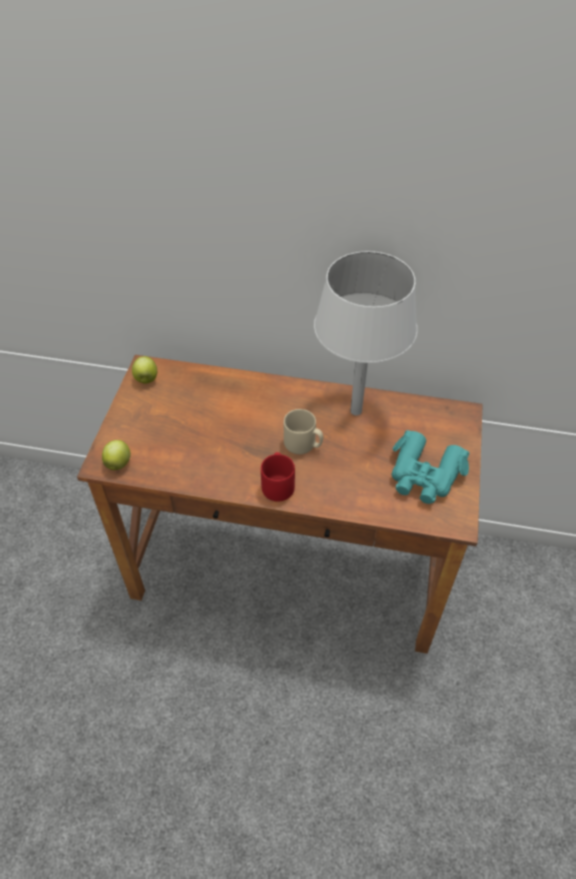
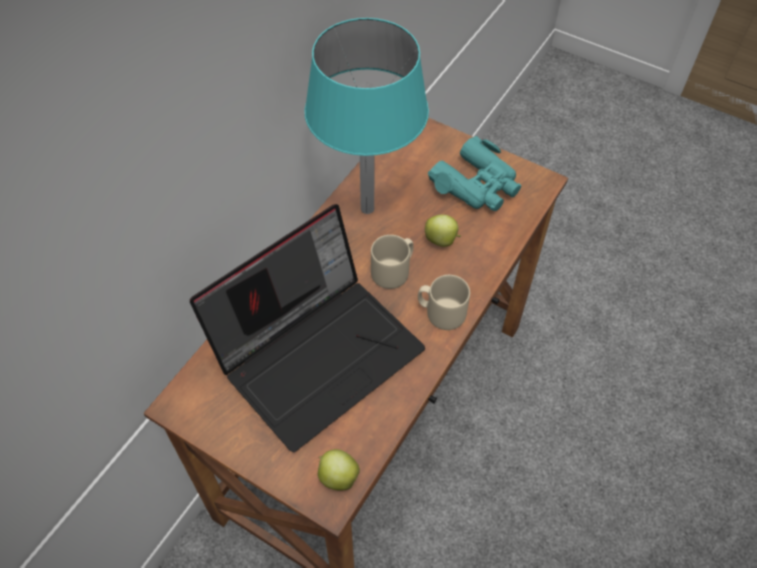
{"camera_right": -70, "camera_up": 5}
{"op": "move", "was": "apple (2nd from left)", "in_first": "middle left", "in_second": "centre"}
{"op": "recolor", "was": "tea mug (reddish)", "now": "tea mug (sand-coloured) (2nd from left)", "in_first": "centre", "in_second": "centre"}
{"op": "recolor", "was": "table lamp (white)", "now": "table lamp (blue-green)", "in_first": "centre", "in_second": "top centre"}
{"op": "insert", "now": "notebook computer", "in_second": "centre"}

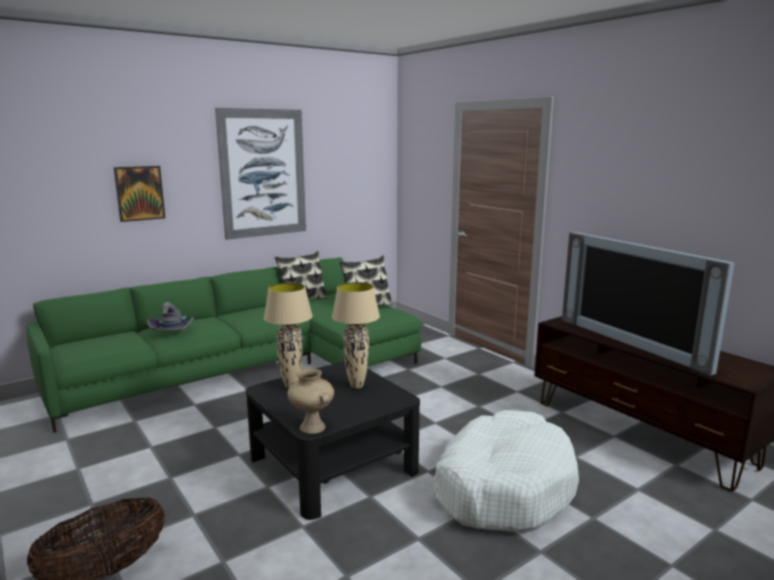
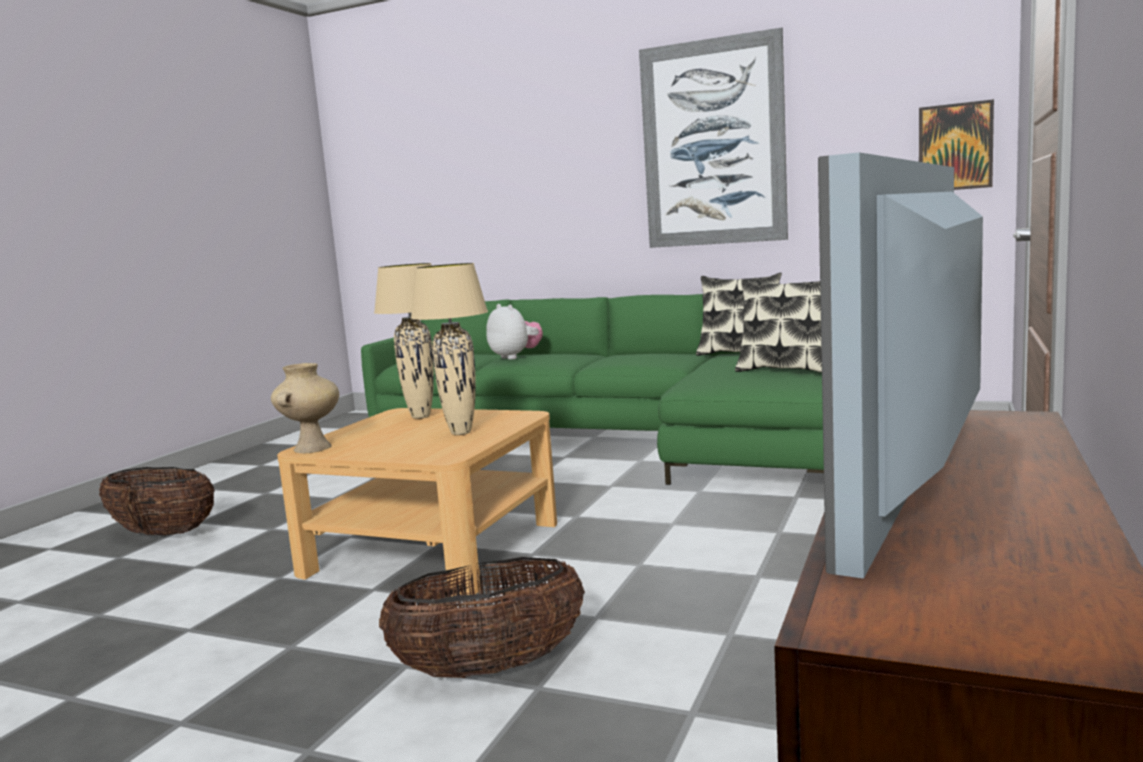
{"camera_right": 60, "camera_up": -5}
{"op": "move", "was": "wall picture (1st from left in the first image)", "now": "wall picture (2nd from left)", "in_first": "middle left", "in_second": "top right"}
{"op": "replace", "was": "clothing hat (grey)", "now": "cuddly toy", "in_first": "middle left", "in_second": "centre"}
{"op": "recolor", "was": "low table (black-coloured)", "now": "low table (sand-coloured)", "in_first": "bottom centre", "in_second": "centre"}
{"op": "replace", "was": "dog bed (white)", "now": "basket (2nd from left)", "in_first": "bottom centre", "in_second": "bottom centre"}

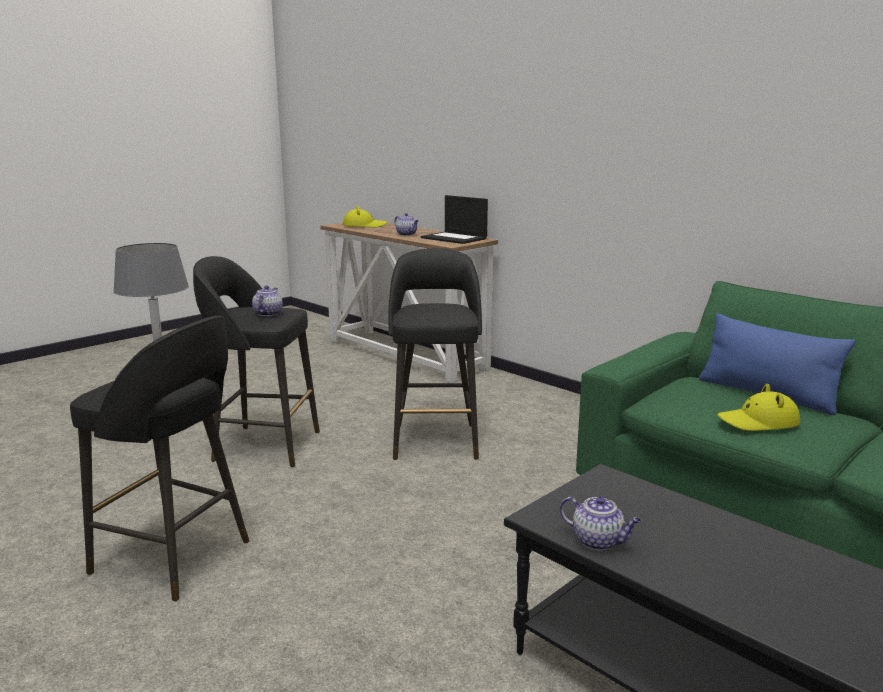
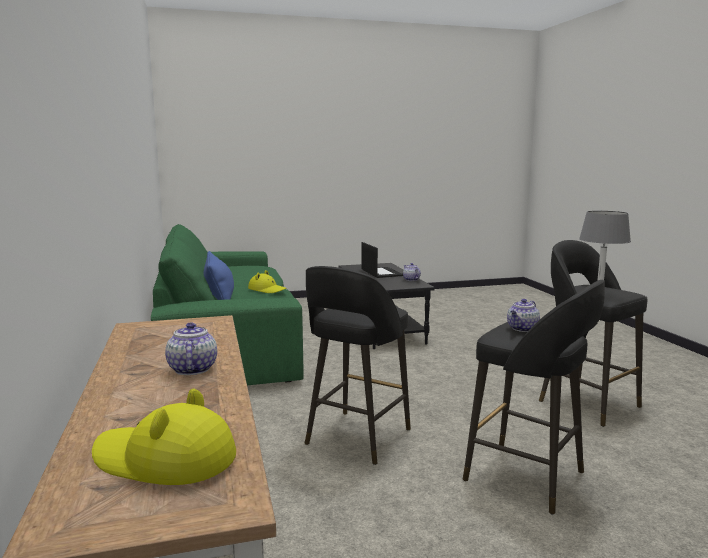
{"camera_right": -150, "camera_up": -5}
{"op": "move", "was": "notebook computer", "in_first": "top centre", "in_second": "centre"}

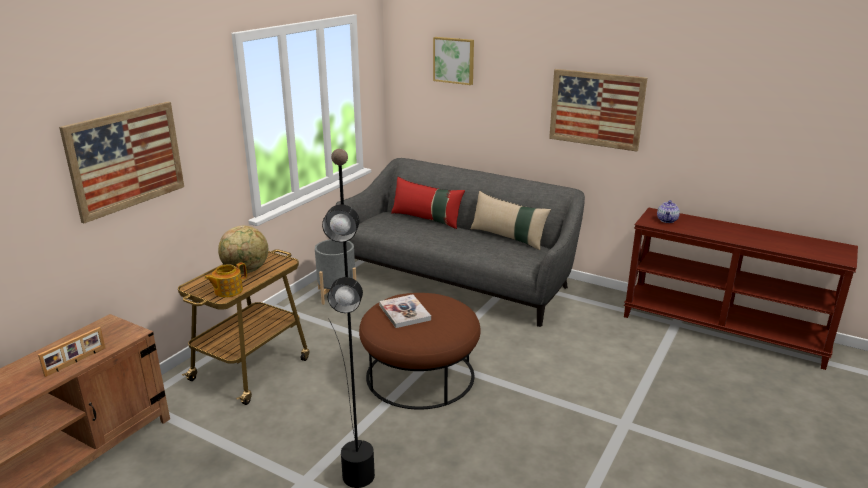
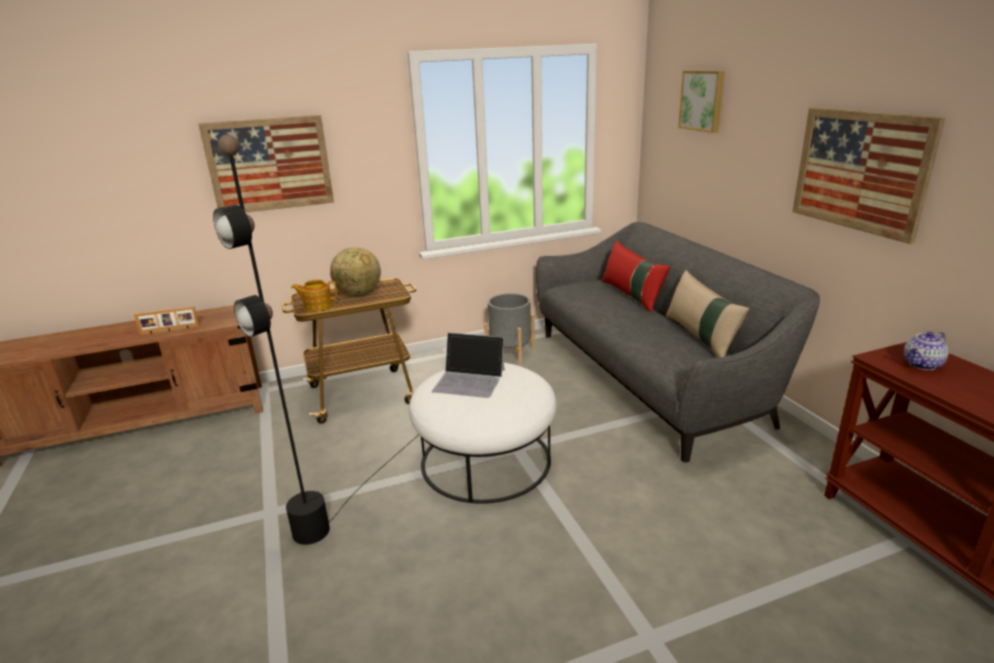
{"camera_right": 40, "camera_up": 0}
{"op": "recolor", "was": "footrest (brown-coloured)", "now": "footrest (white)", "in_first": "bottom centre", "in_second": "centre"}
{"op": "replace", "was": "bound book", "now": "notebook computer", "in_first": "centre", "in_second": "centre"}

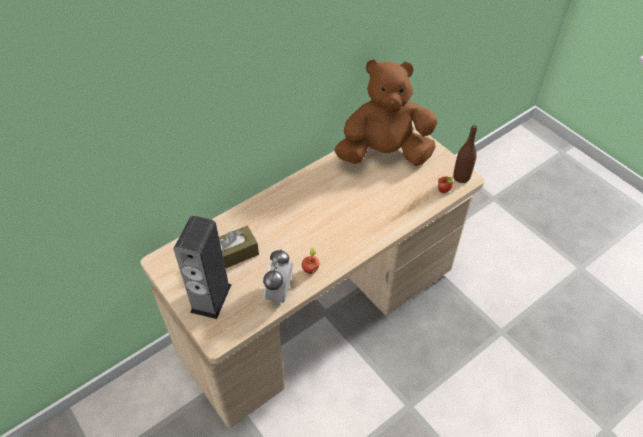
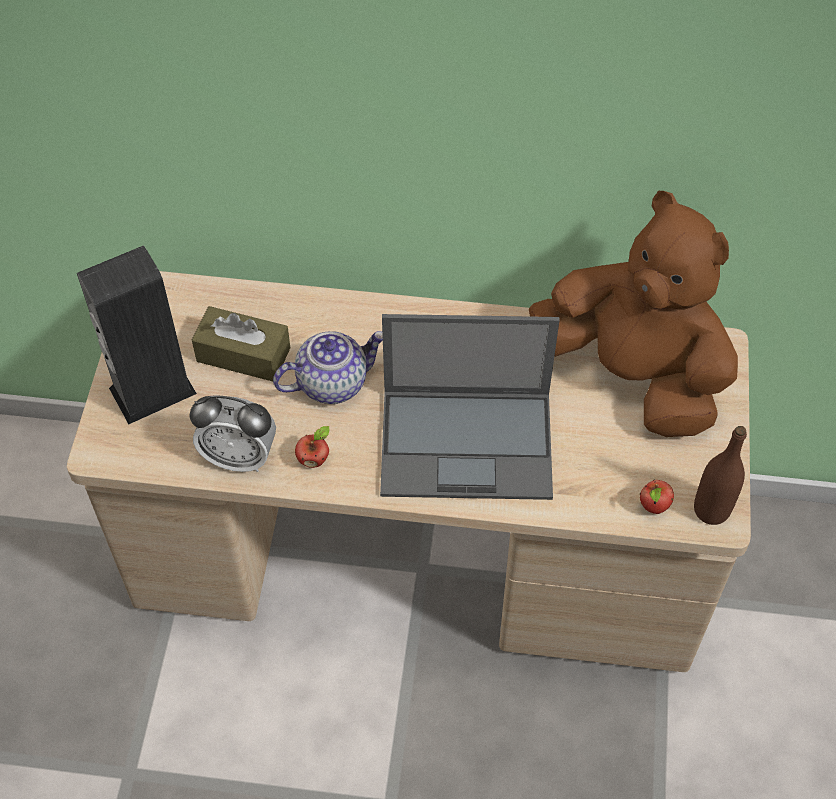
{"camera_right": 45, "camera_up": 5}
{"op": "rotate", "was": "alarm clock", "in_first": "centre", "in_second": "middle left", "clockwise": -135}
{"op": "insert", "now": "pot for tea", "in_second": "centre"}
{"op": "insert", "now": "notebook computer", "in_second": "centre"}

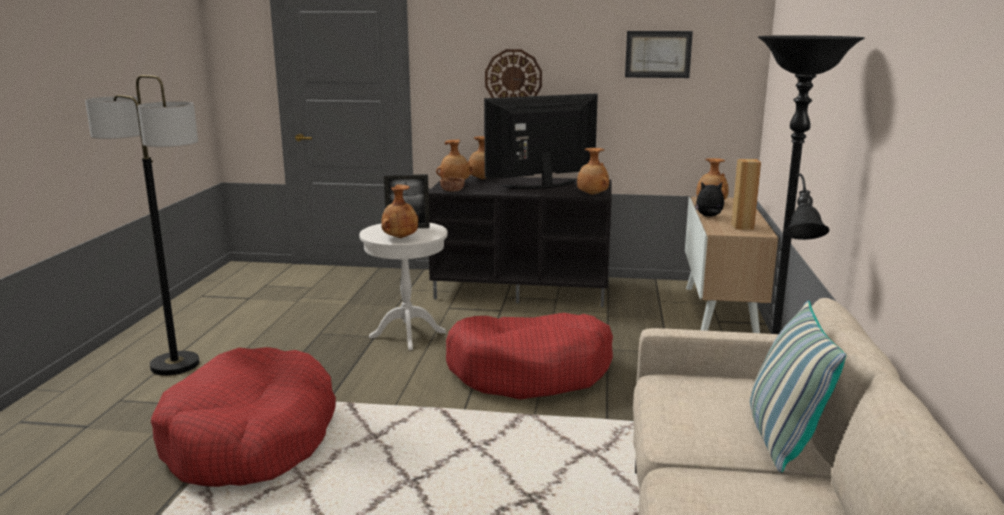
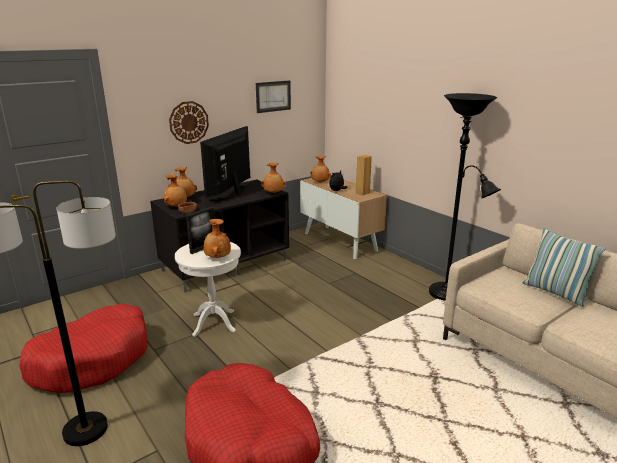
{"camera_right": -45, "camera_up": 5}
{"op": "move", "was": "dog bed (reddish) (2nd from left in the first image)", "now": "dog bed (reddish) (1st from left)", "in_first": "bottom centre", "in_second": "bottom left"}

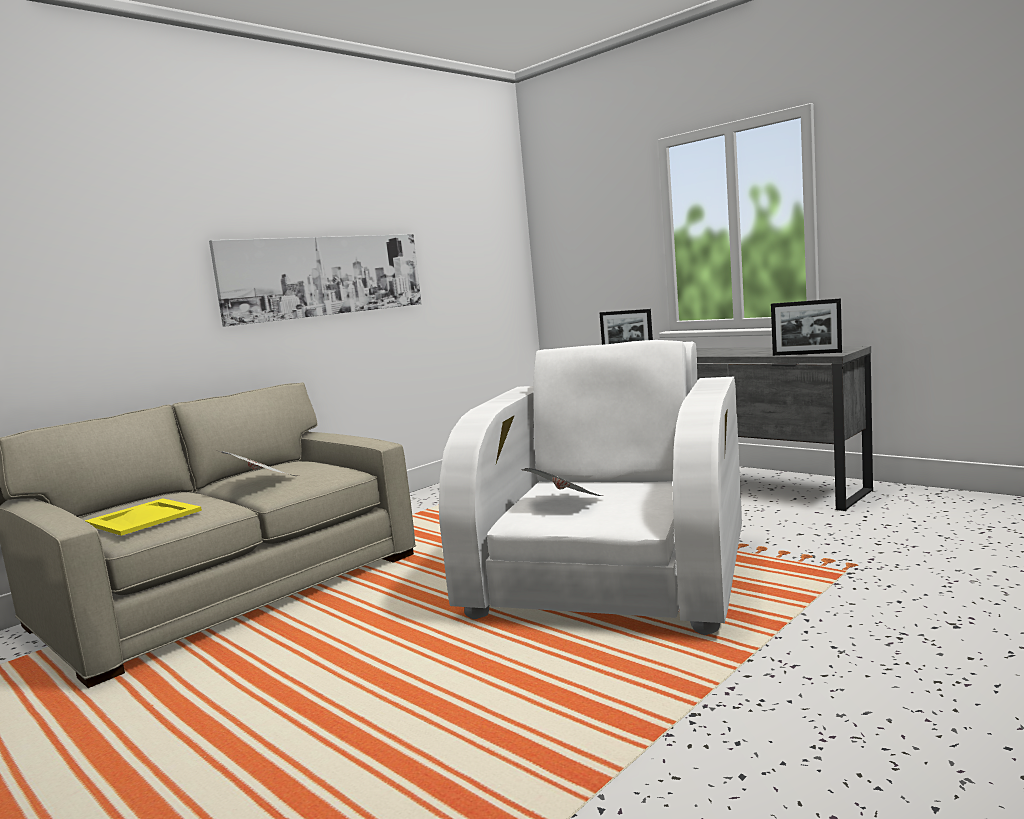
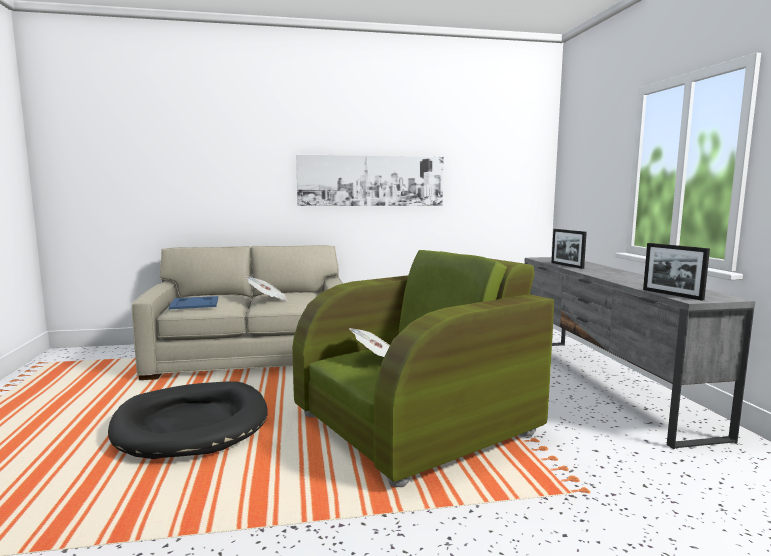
{"camera_right": 35, "camera_up": 0}
{"op": "recolor", "was": "serving tray (yellow-coloured)", "now": "serving tray (bluish)", "in_first": "middle left", "in_second": "middle left"}
{"op": "recolor", "was": "lounge chair (white)", "now": "lounge chair (green-coloured)", "in_first": "centre", "in_second": "centre"}
{"op": "insert", "now": "dog bed (black-coloured)", "in_second": "bottom left"}

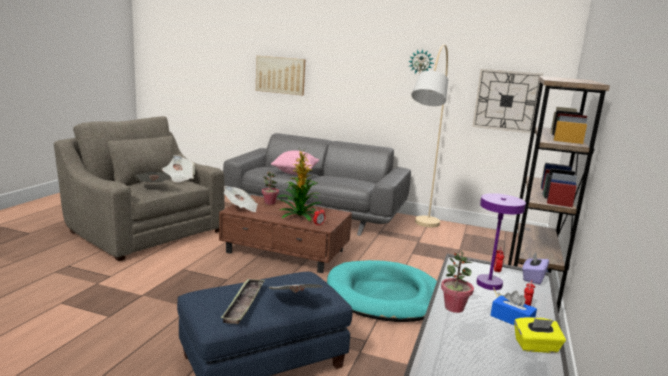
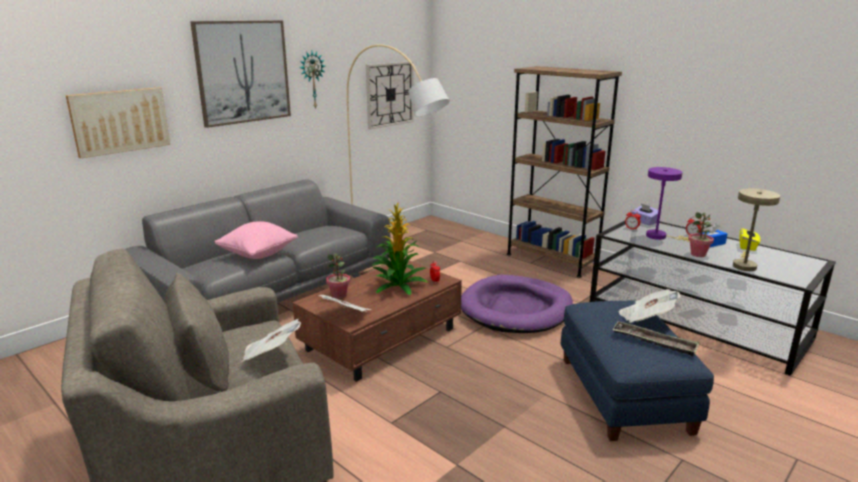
{"camera_right": -65, "camera_up": 5}
{"op": "delete", "was": "printed paper (2nd from left)", "in_first": "middle left"}
{"op": "recolor", "was": "dog bed (blue-green)", "now": "dog bed (purple-coloured)", "in_first": "bottom centre", "in_second": "centre"}
{"op": "insert", "now": "wall picture (2nd from left)", "in_second": "top left"}
{"op": "insert", "now": "table lamp (sand-coloured)", "in_second": "middle right"}

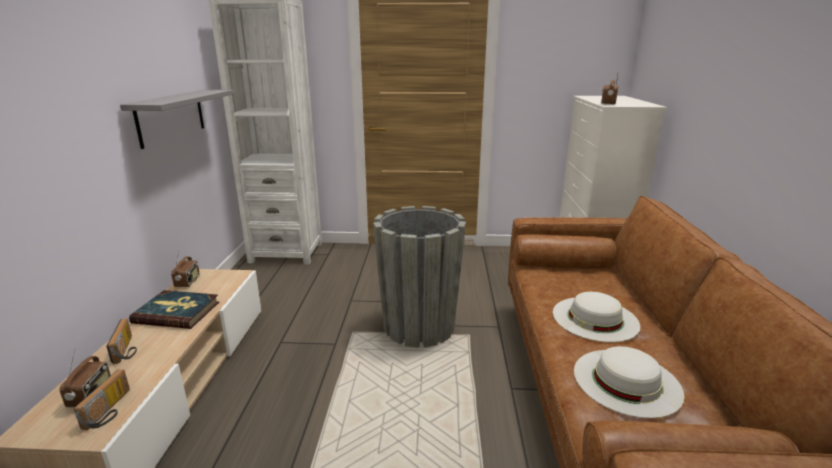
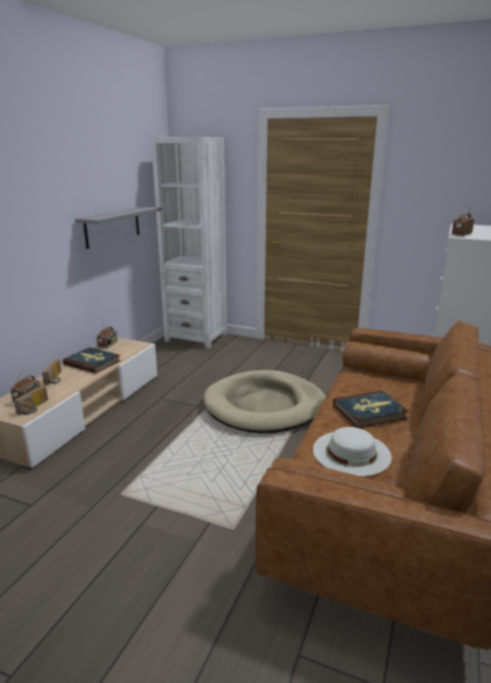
{"camera_right": 20, "camera_up": 0}
{"op": "replace", "was": "plant pot (grey)", "now": "dog bed (sand-coloured)", "in_first": "centre", "in_second": "centre"}
{"op": "replace", "was": "clothing hat (white) (1st from left)", "now": "bound book (2nd from left)", "in_first": "bottom right", "in_second": "middle right"}

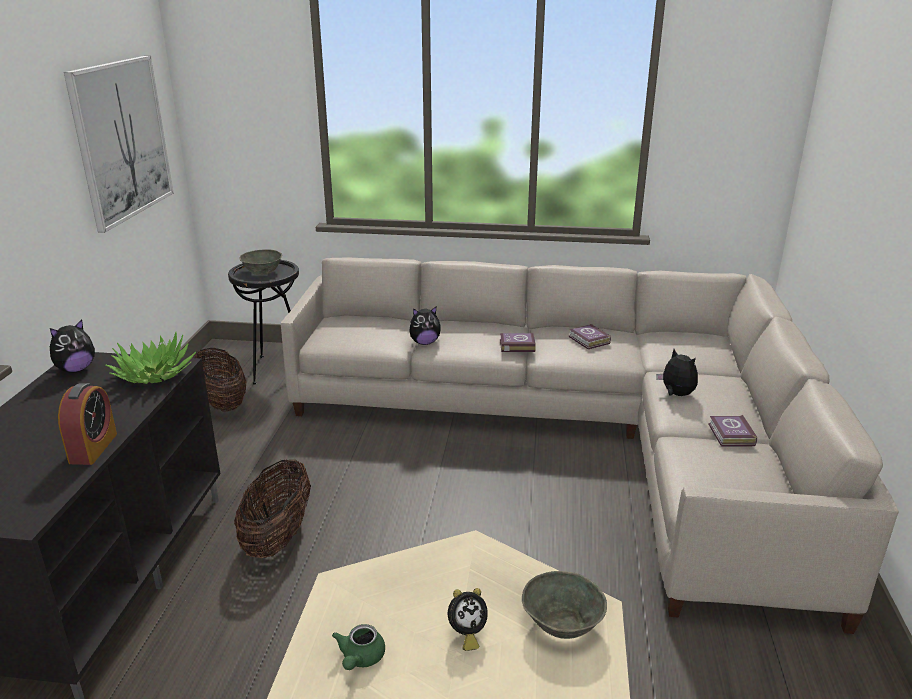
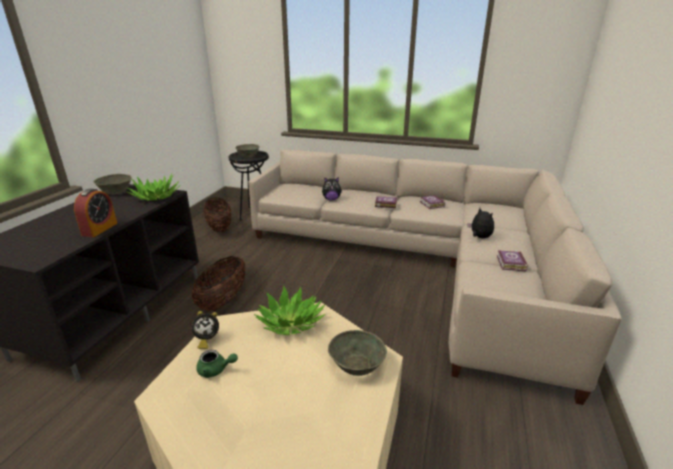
{"camera_right": 10, "camera_up": 0}
{"op": "replace", "was": "cuddly toy (1st from left)", "now": "deep dish (grey) (1st from left)", "in_first": "middle left", "in_second": "middle left"}
{"op": "delete", "was": "wall picture", "in_first": "top left"}
{"op": "rotate", "was": "pot for tea (green-coloured)", "in_first": "bottom centre", "in_second": "bottom left", "clockwise": -105}
{"op": "move", "was": "alarm clock (2nd from left)", "in_first": "bottom centre", "in_second": "bottom left"}
{"op": "insert", "now": "potted plant (2nd from left)", "in_second": "centre"}

